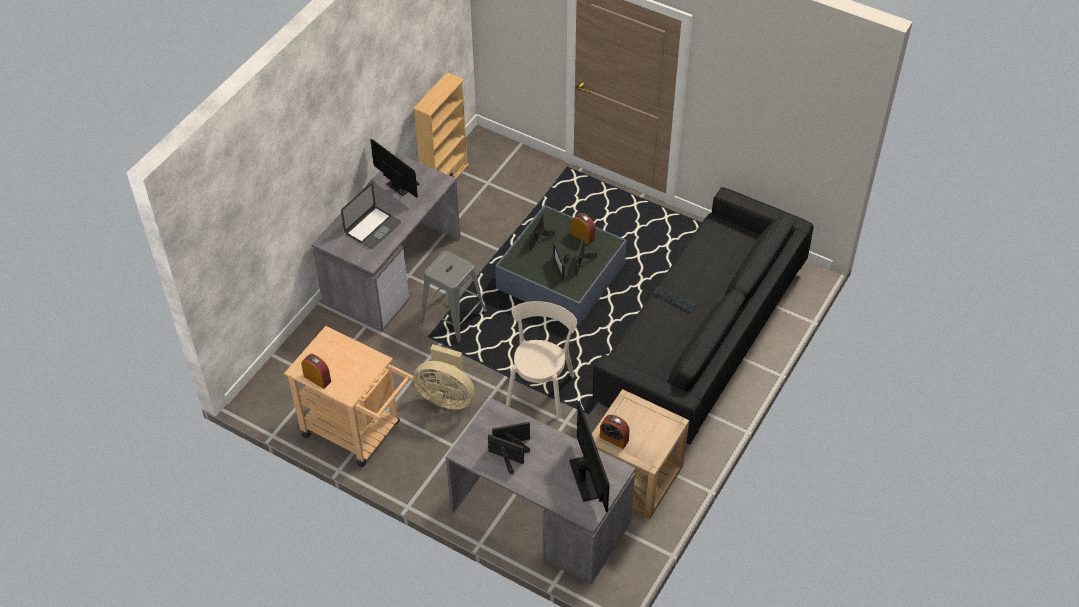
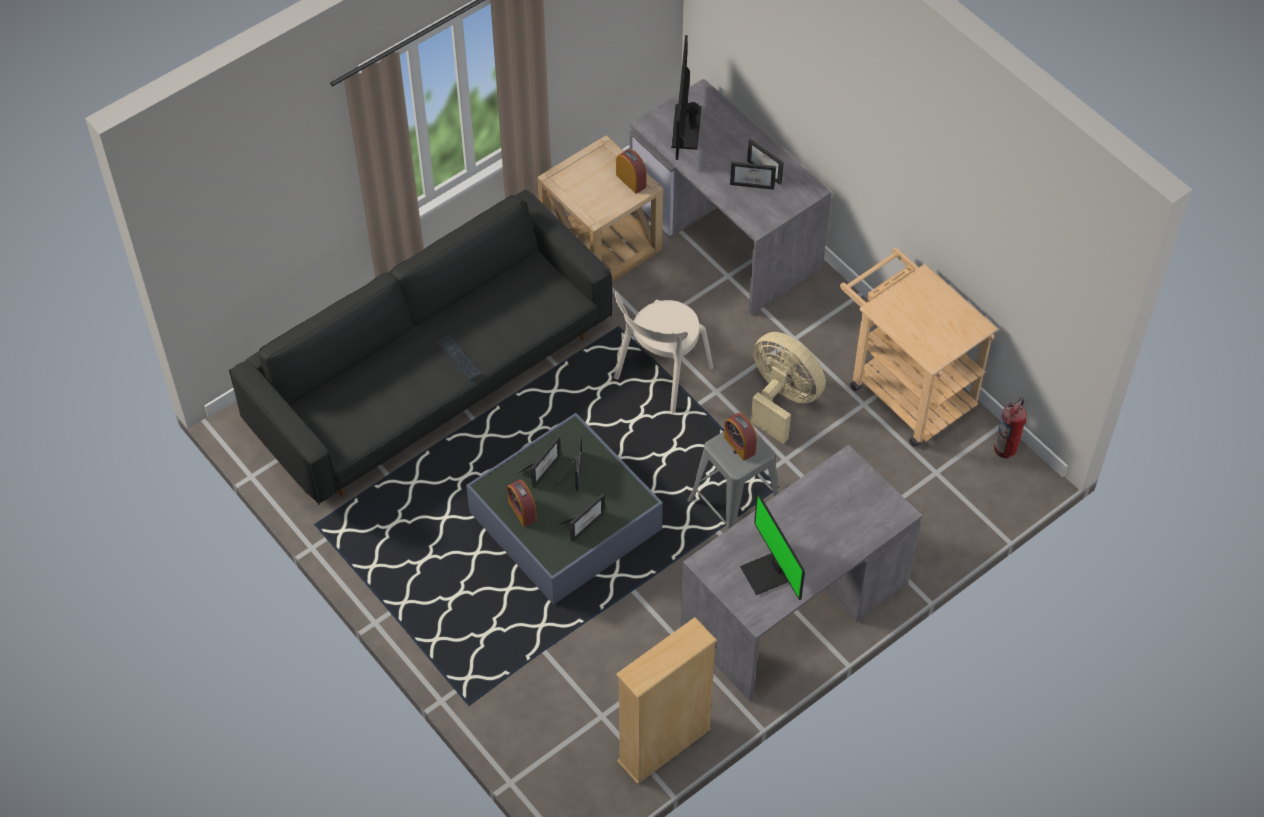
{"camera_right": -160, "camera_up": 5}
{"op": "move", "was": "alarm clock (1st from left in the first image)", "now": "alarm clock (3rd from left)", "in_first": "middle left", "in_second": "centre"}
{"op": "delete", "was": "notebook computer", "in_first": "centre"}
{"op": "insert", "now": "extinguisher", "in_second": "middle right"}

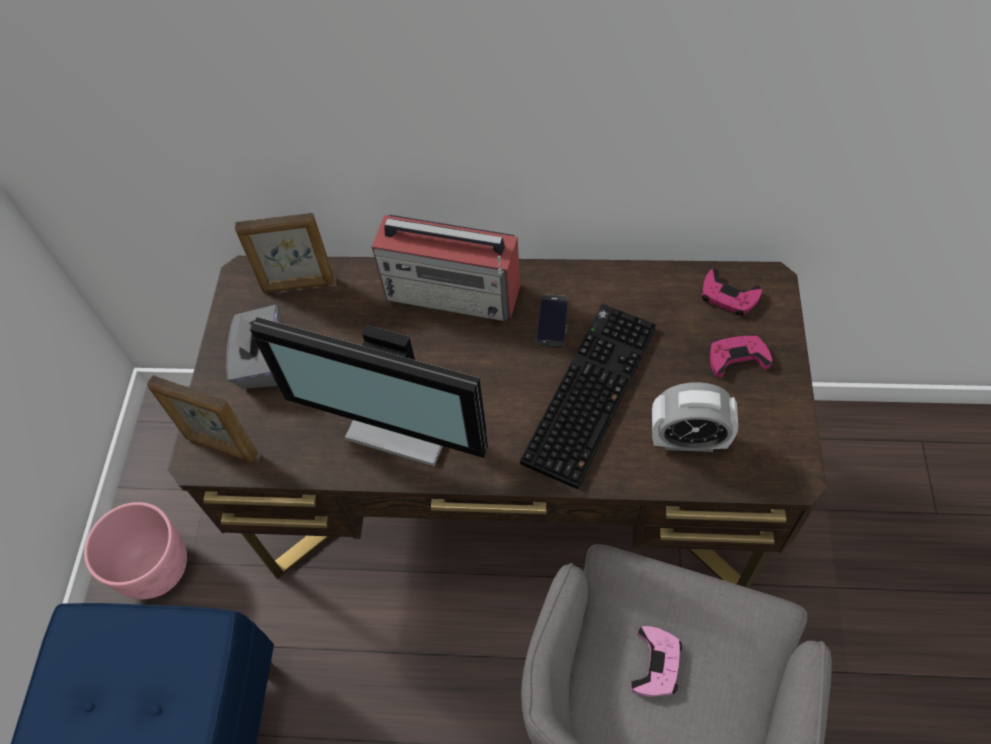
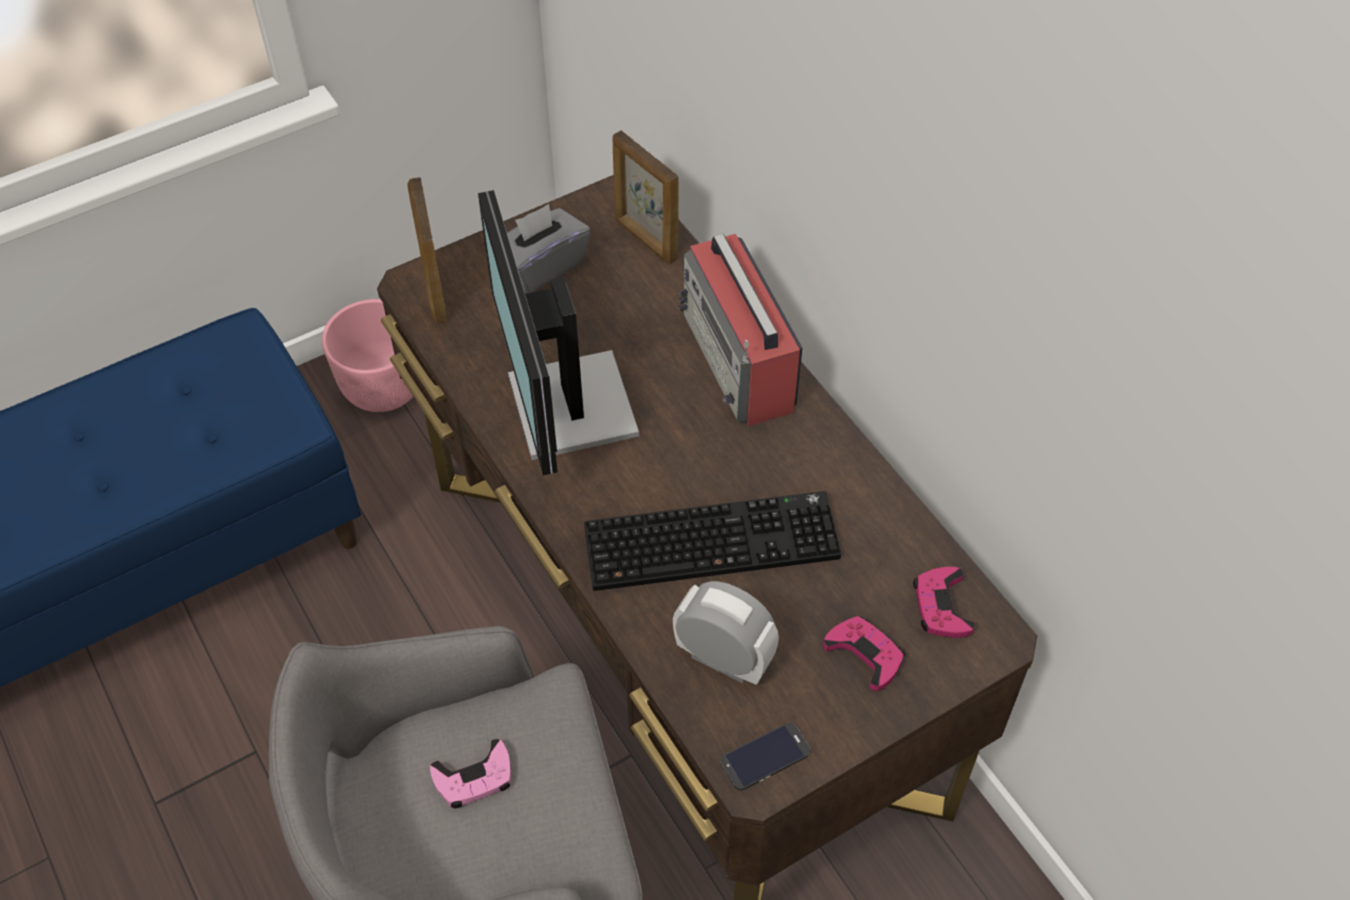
{"camera_right": 50, "camera_up": -5}
{"op": "move", "was": "phone", "in_first": "centre", "in_second": "bottom centre"}
{"op": "rotate", "was": "alarm clock", "in_first": "middle right", "in_second": "bottom centre", "clockwise": 150}

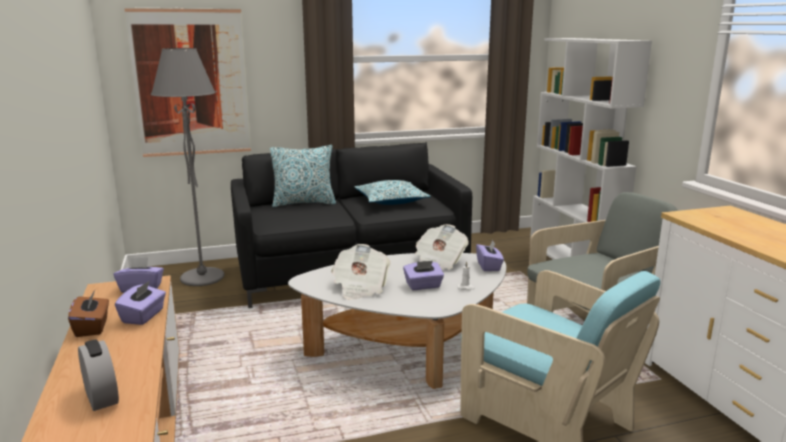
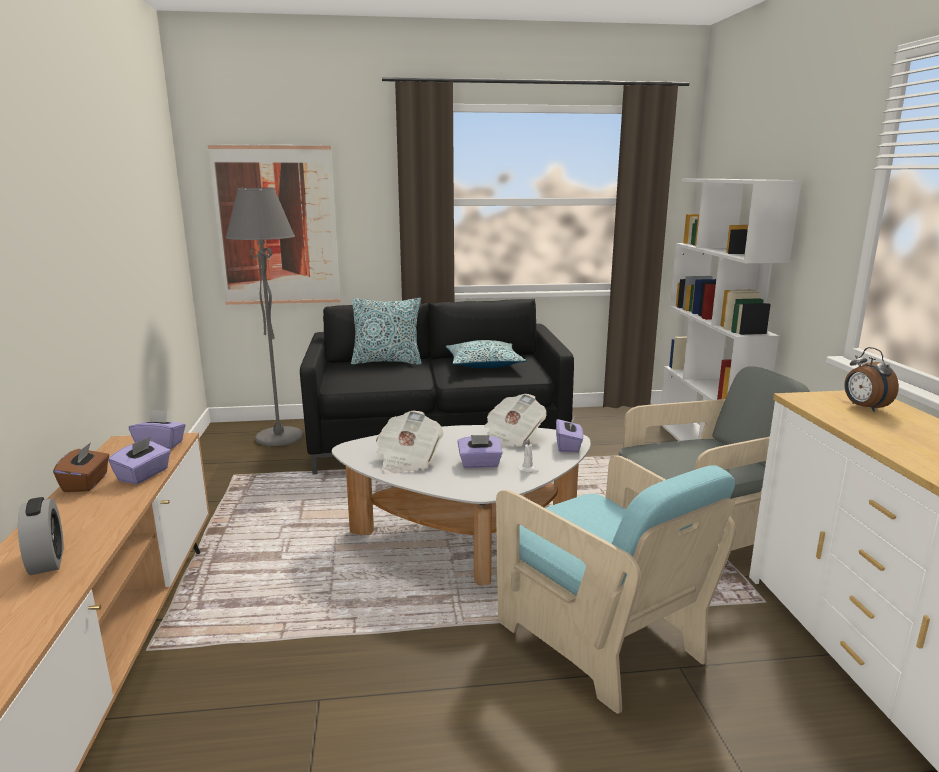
{"camera_right": 10, "camera_up": 0}
{"op": "insert", "now": "alarm clock (2nd from left)", "in_second": "middle right"}

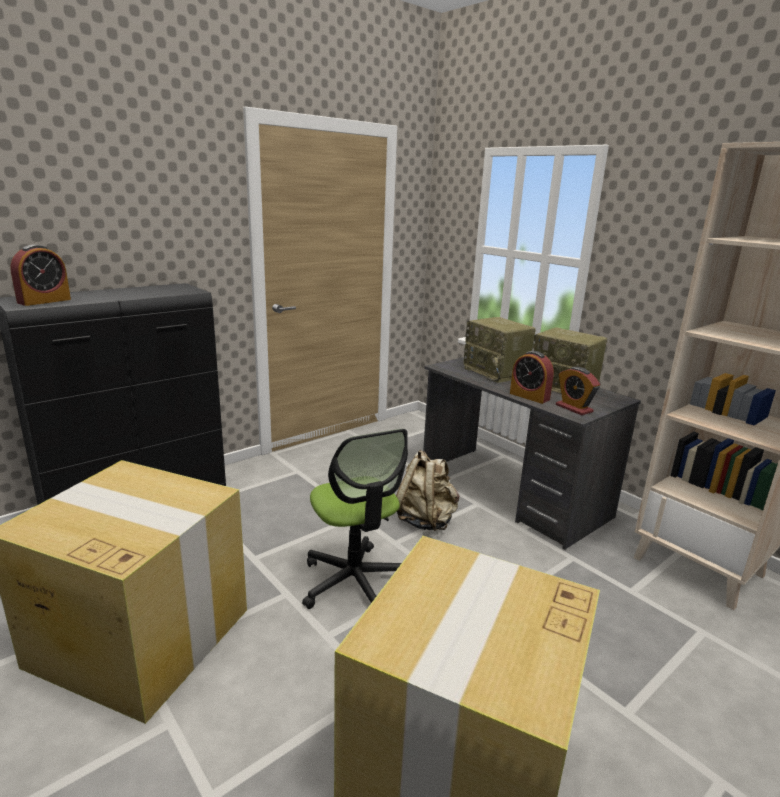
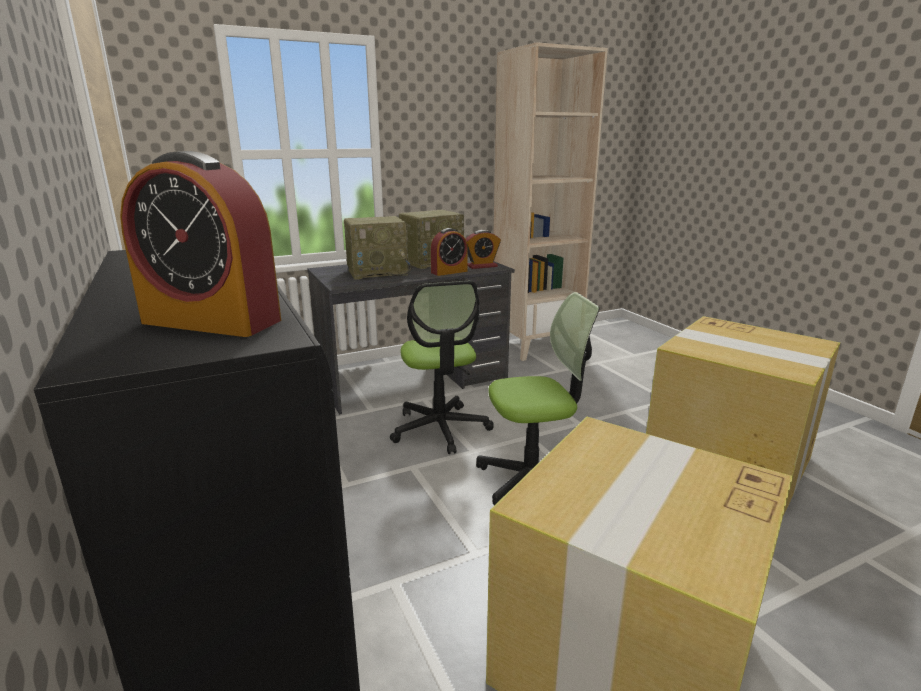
{"camera_right": -75, "camera_up": 0}
{"op": "rotate", "was": "alarm clock (1st from left)", "in_first": "middle left", "in_second": "middle left", "clockwise": 150}
{"op": "replace", "was": "knapsack (sand-coloured)", "now": "office chair (1st from left)", "in_first": "centre", "in_second": "centre"}

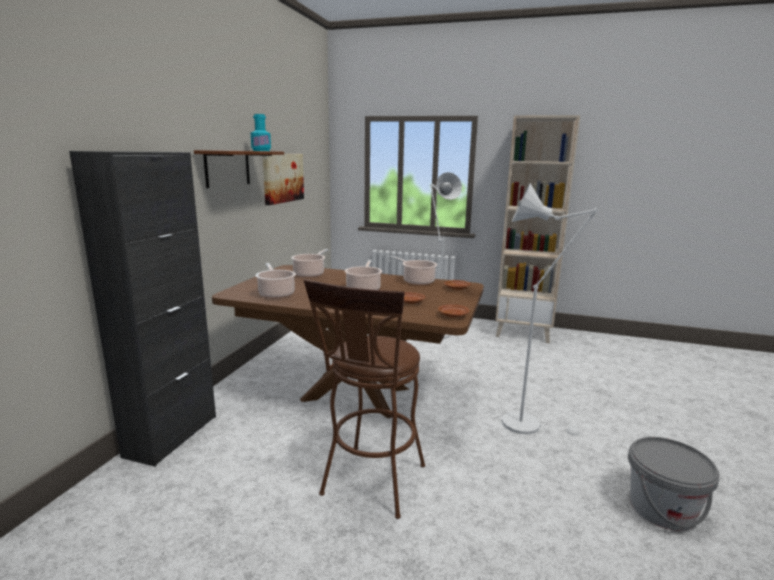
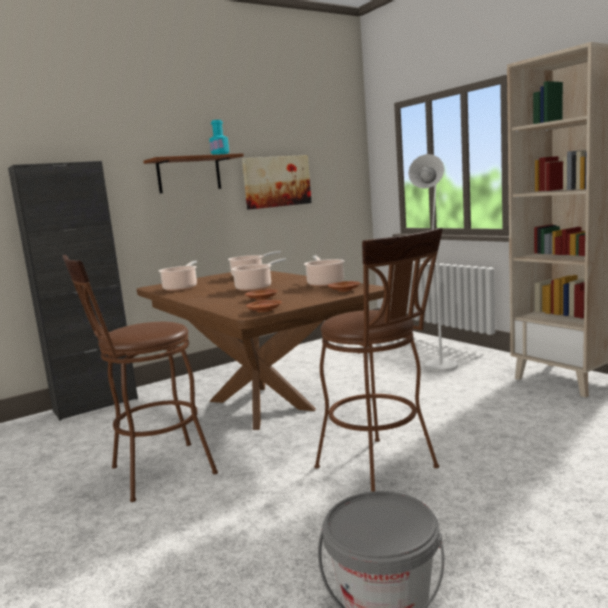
{"camera_right": 40, "camera_up": -5}
{"op": "replace", "was": "standing lamp (white) (2nd from left)", "now": "stool (brown-coloured) (2nd from left)", "in_first": "middle right", "in_second": "centre"}

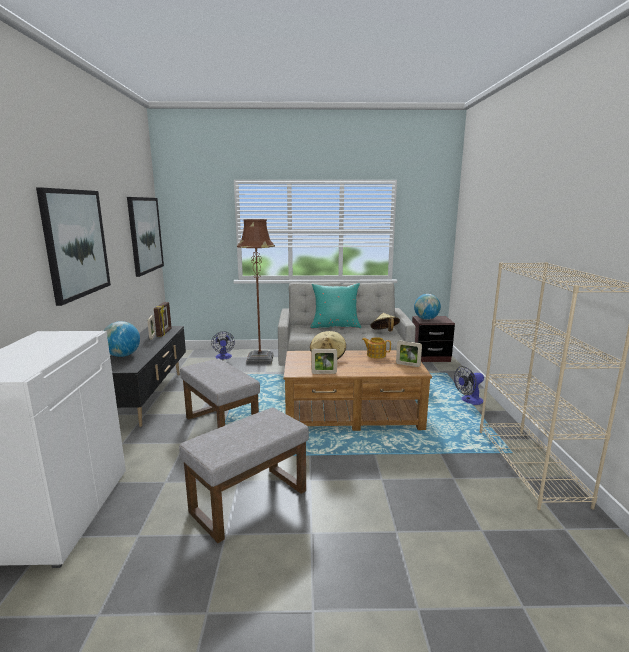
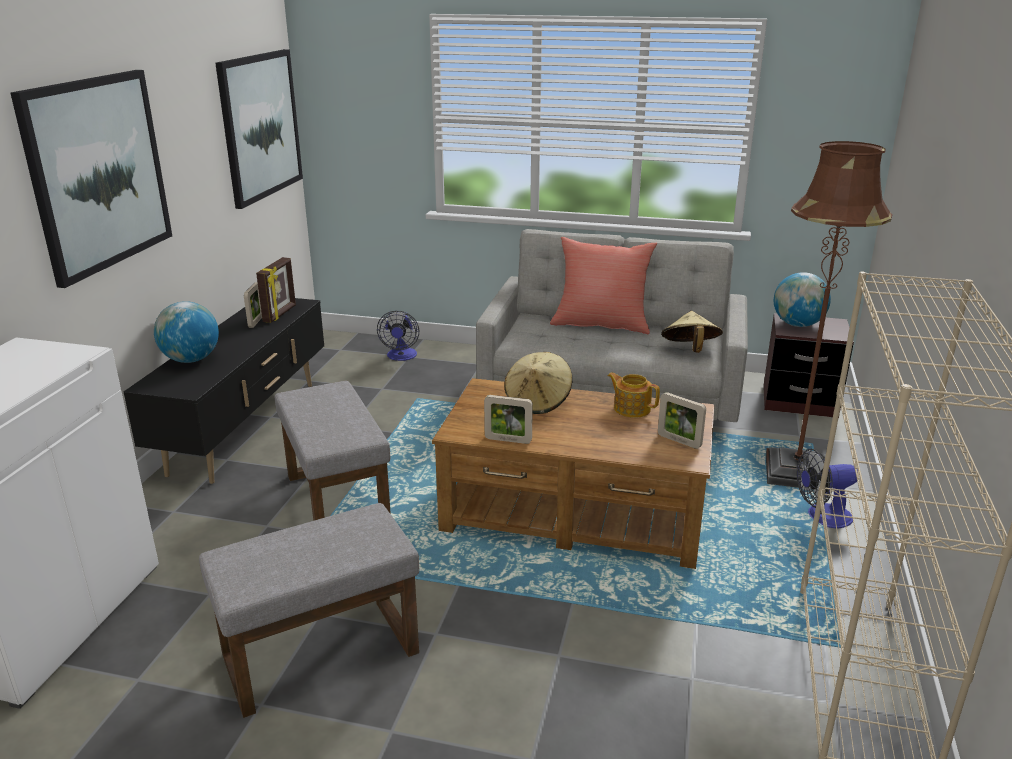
{"camera_right": 15, "camera_up": 10}
{"op": "move", "was": "standing lamp (brown-coloured)", "in_first": "centre", "in_second": "middle right"}
{"op": "recolor", "was": "cushion (blue-green)", "now": "cushion (reddish)", "in_first": "centre", "in_second": "centre"}

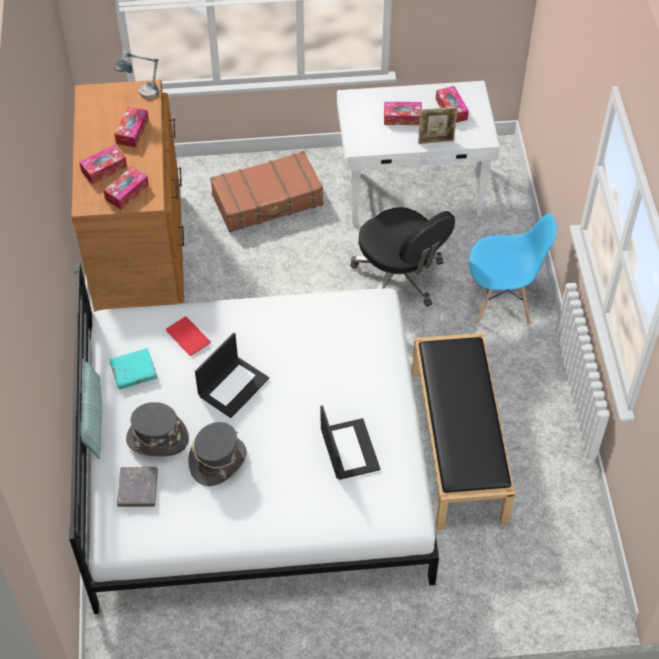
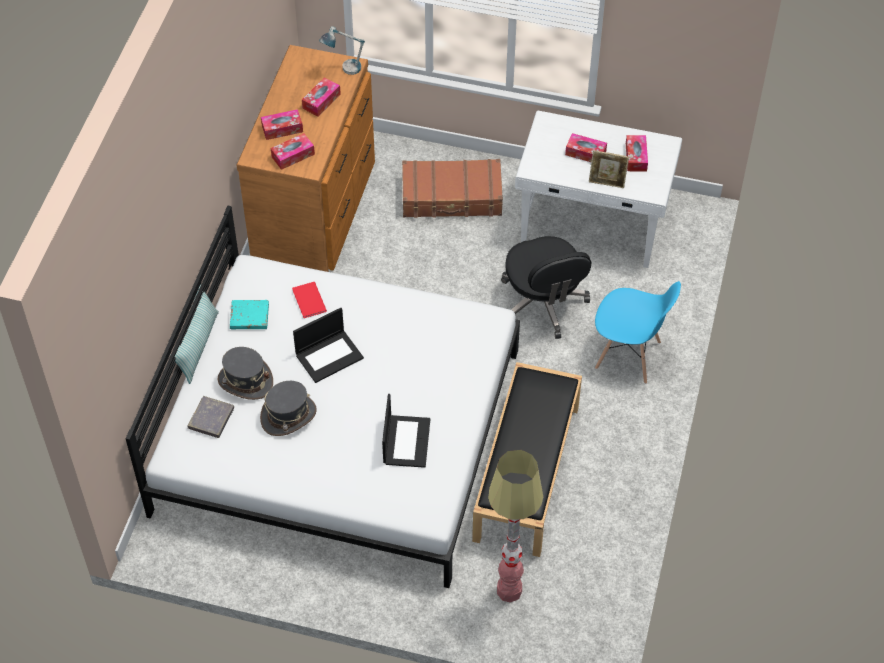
{"camera_right": 20, "camera_up": 0}
{"op": "insert", "now": "standing lamp", "in_second": "bottom centre"}

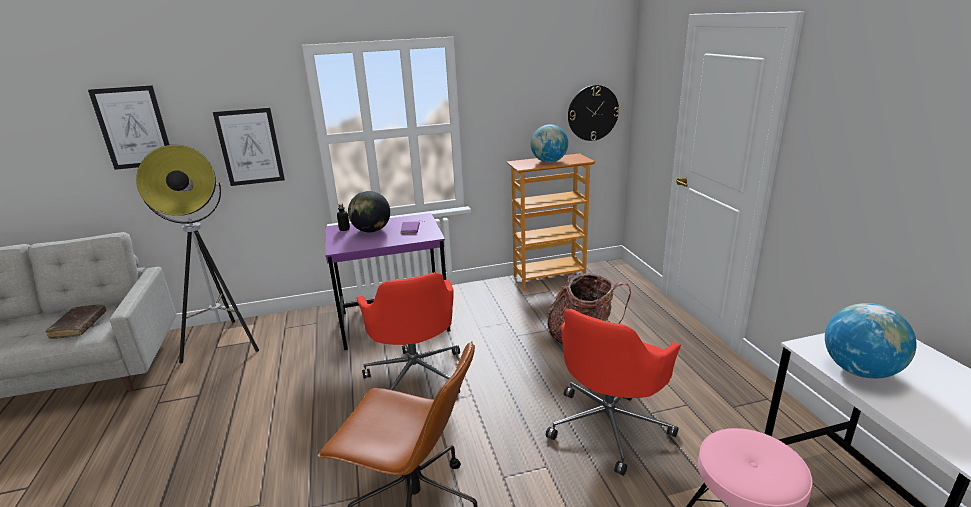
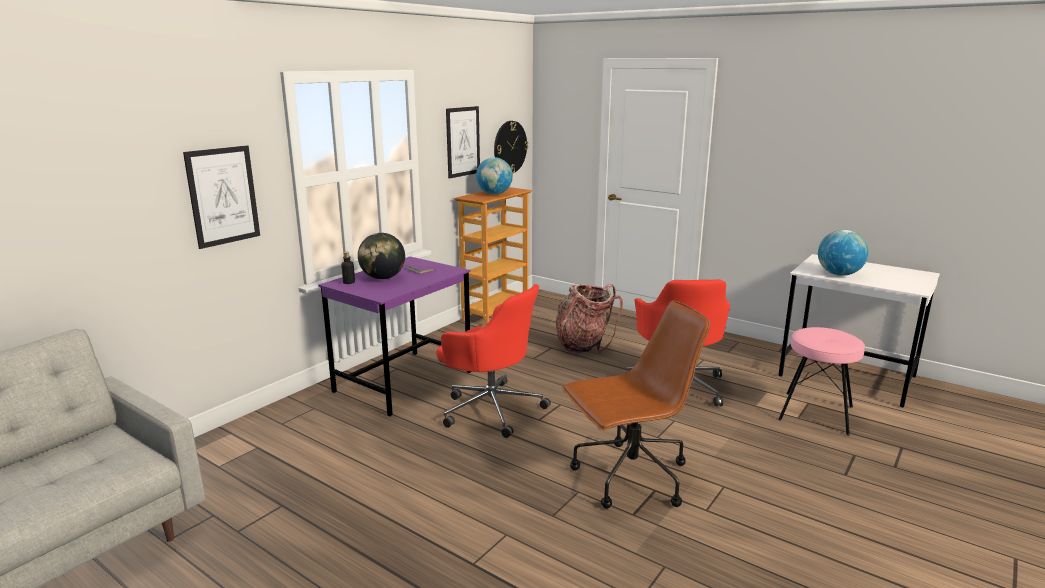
{"camera_right": -40, "camera_up": -5}
{"op": "delete", "was": "bound book (brown-coloured)", "in_first": "middle left"}
{"op": "move", "was": "wall picture (1st from left in the first image)", "now": "wall picture (2nd from left)", "in_first": "top left", "in_second": "top centre"}
{"op": "delete", "was": "standing lamp", "in_first": "middle left"}

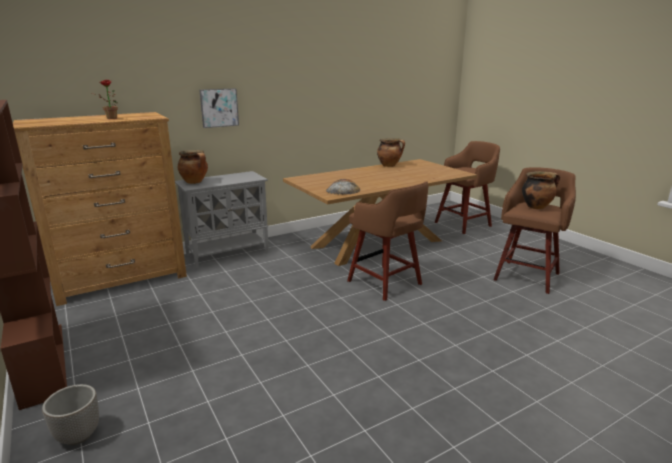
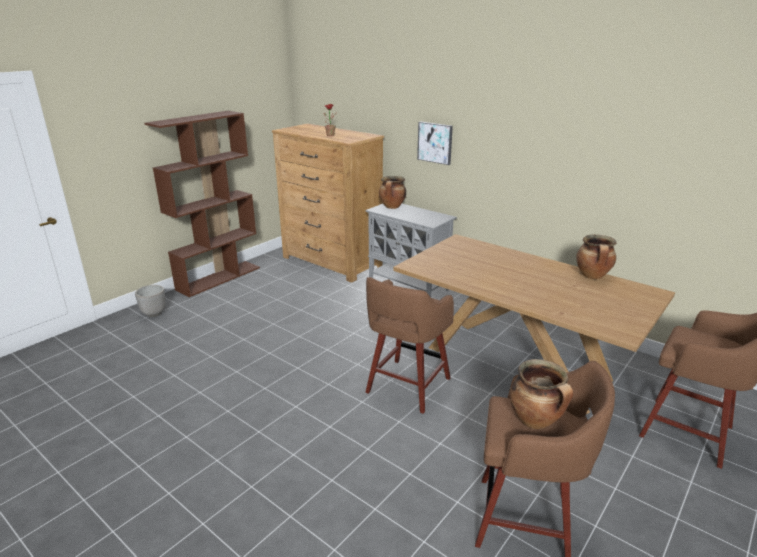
{"camera_right": 70, "camera_up": 5}
{"op": "delete", "was": "baked bread", "in_first": "centre"}

